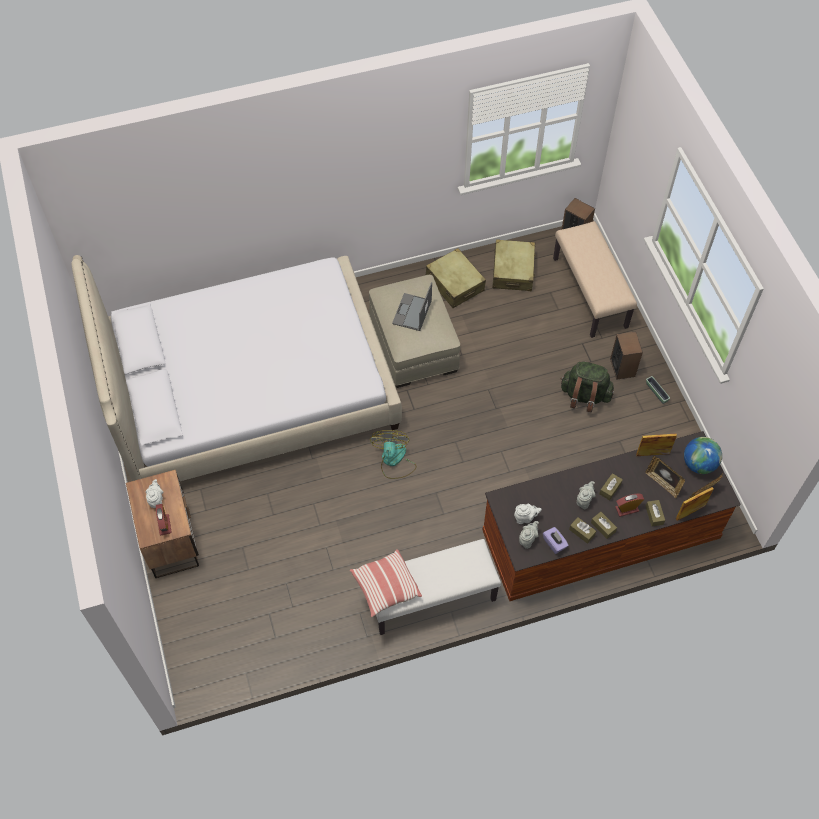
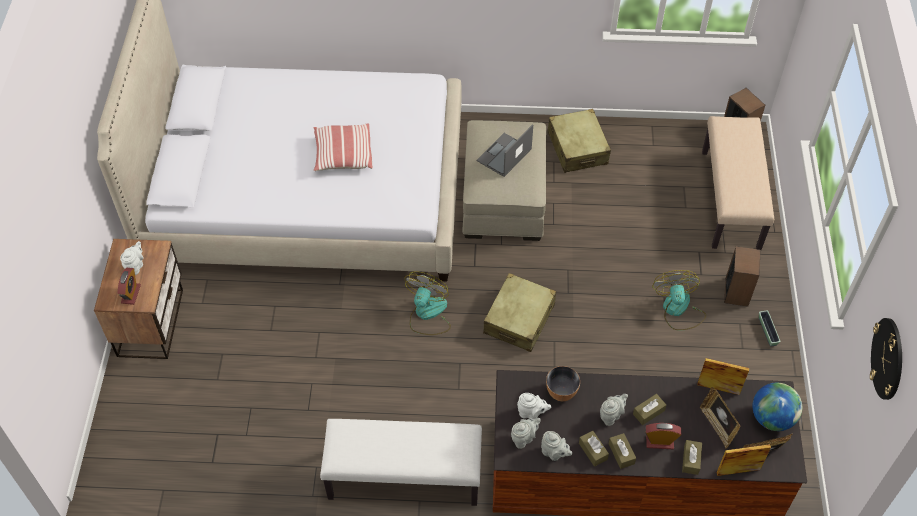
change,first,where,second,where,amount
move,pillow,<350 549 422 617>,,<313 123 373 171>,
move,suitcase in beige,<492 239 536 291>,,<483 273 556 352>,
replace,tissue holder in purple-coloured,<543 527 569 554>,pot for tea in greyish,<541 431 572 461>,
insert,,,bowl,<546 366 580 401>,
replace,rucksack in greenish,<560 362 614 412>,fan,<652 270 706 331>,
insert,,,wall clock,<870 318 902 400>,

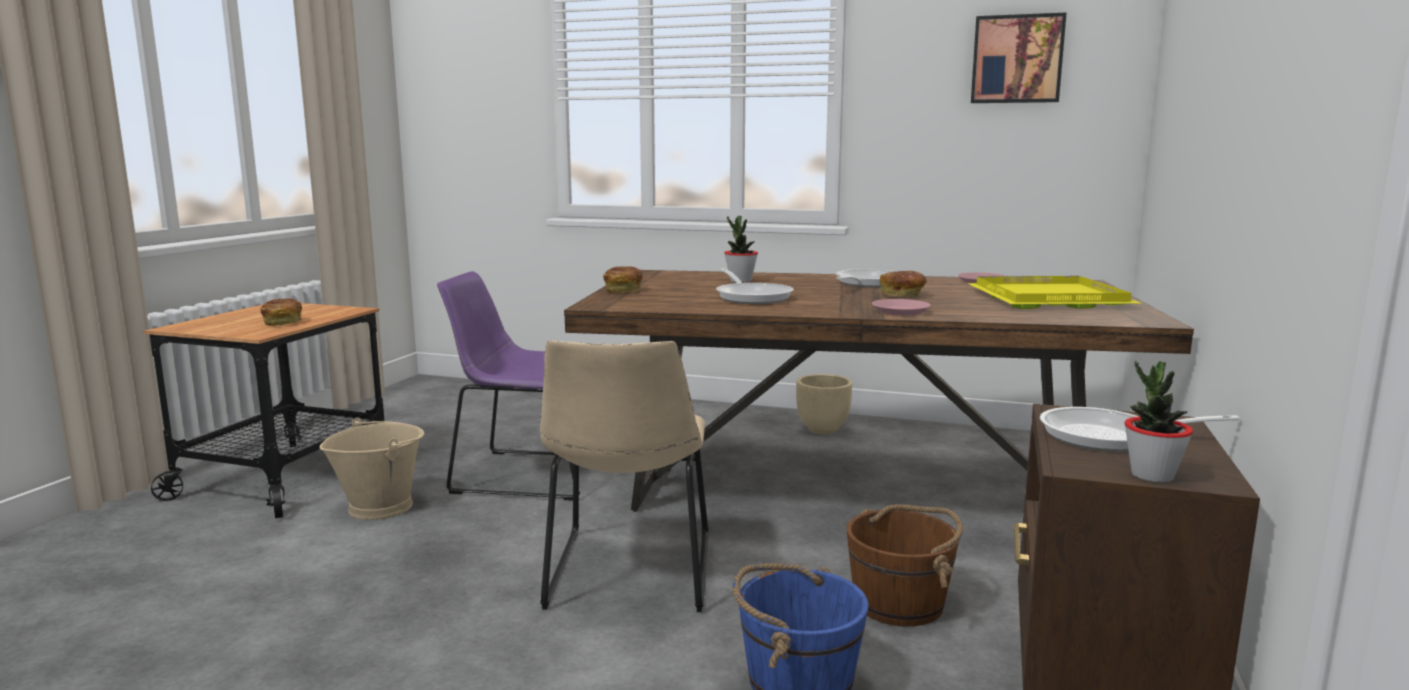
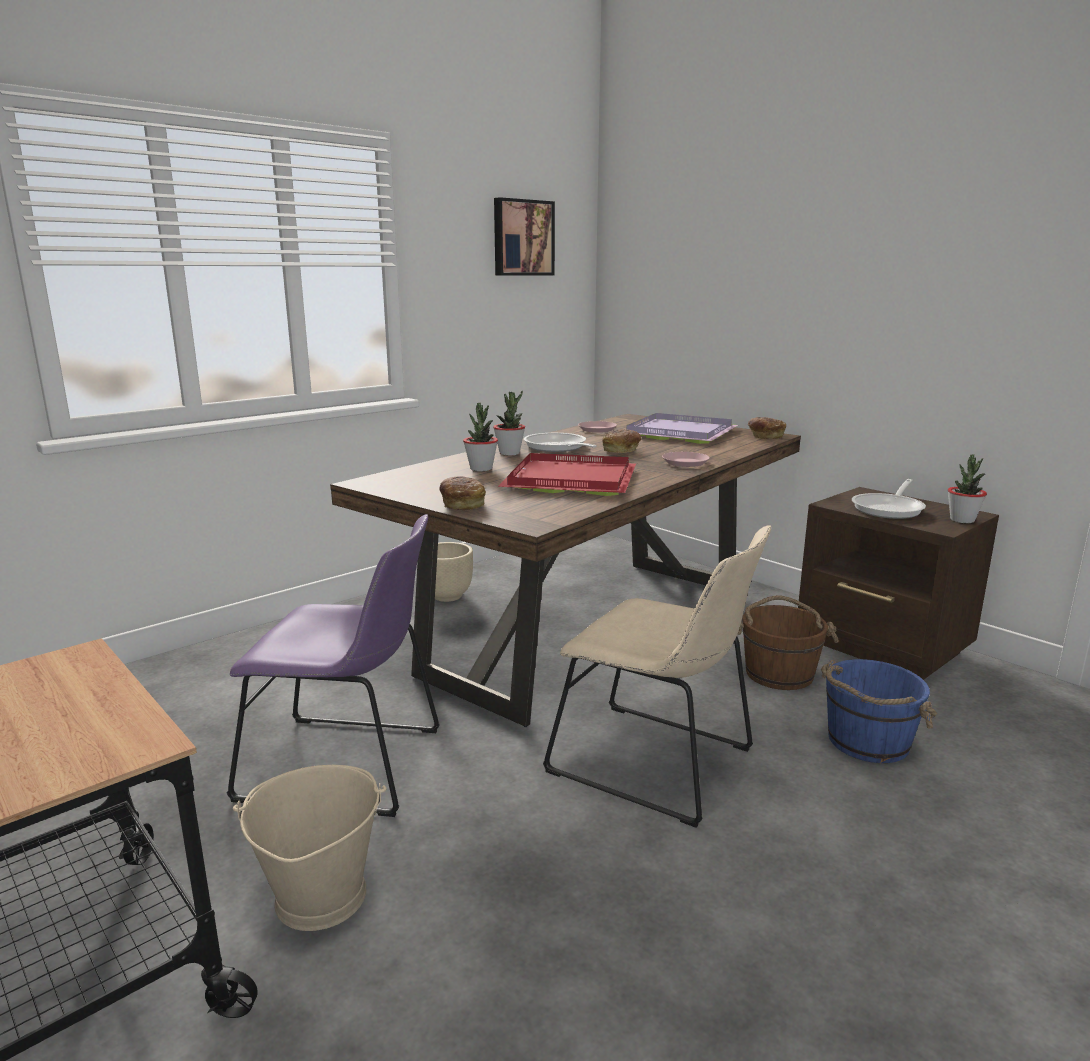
change,first,where,second,where,amount
rotate,plain chair in purple-coloured,<437 271 580 501>,,<227 514 440 817>,120 degrees counterclockwise
insert,,,plant in a pot,<493 391 525 456>,
replace,pan,<716 268 794 304>,tray in reddish,<498 453 636 496>,
recolor,tray in yellow,<967 276 1141 309>,tray in purple-coloured,<626 413 738 444>,
move,bread,<260 299 302 326>,,<748 417 786 439>,

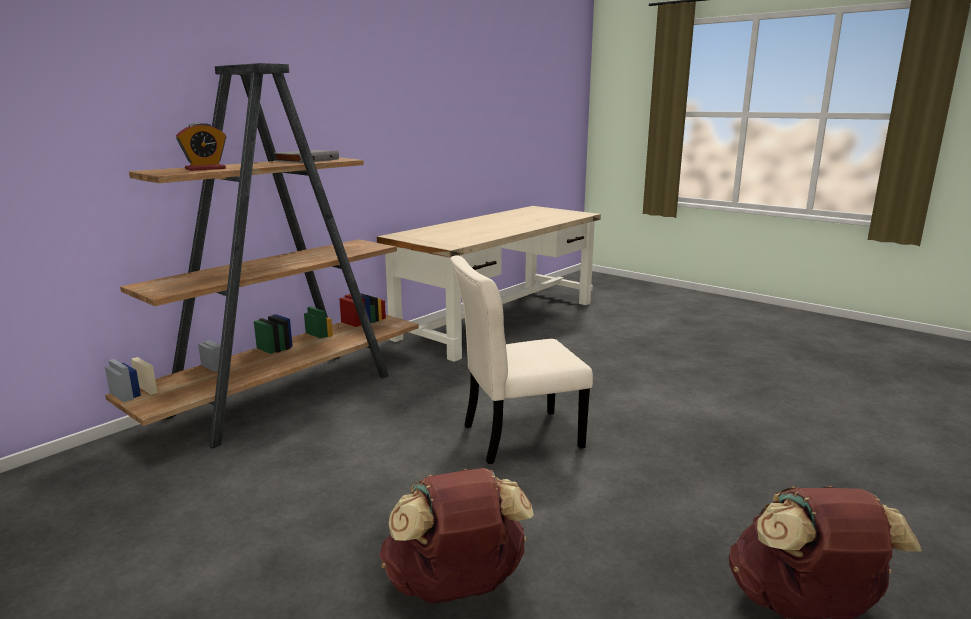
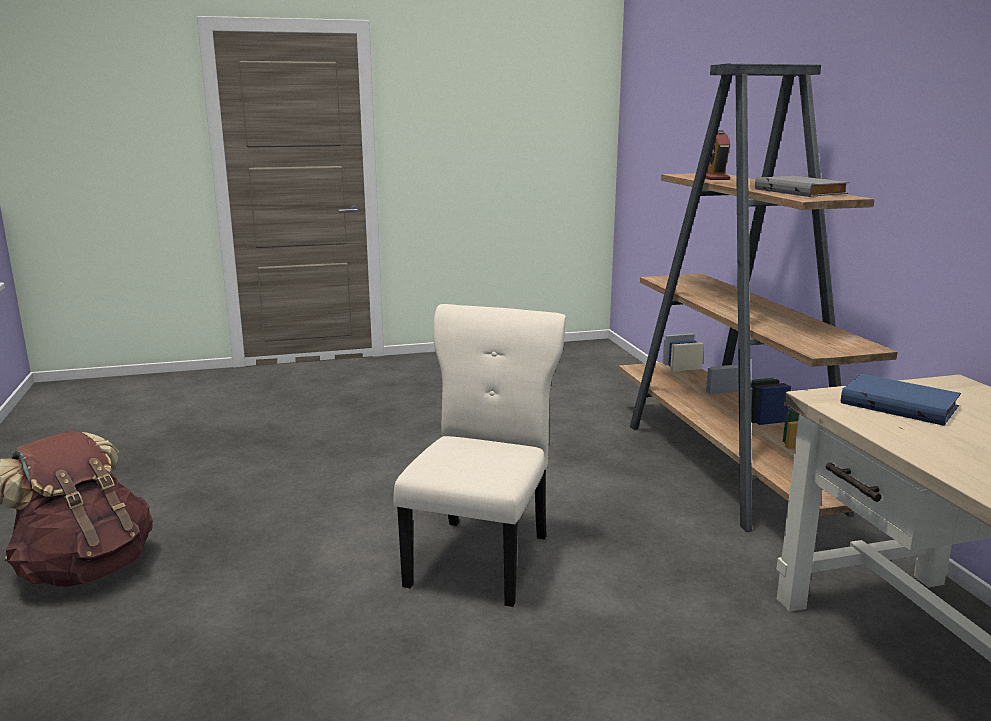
change,first,where,second,where,amount
insert,,,book in blue,<841 374 961 426>,
delete,rucksack in brown,<380 468 534 604>,,,

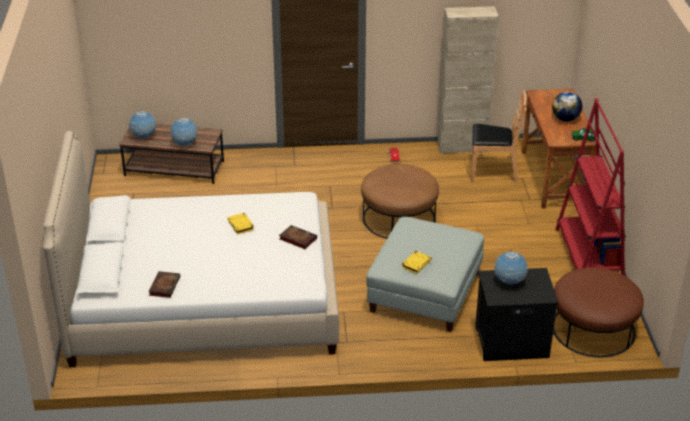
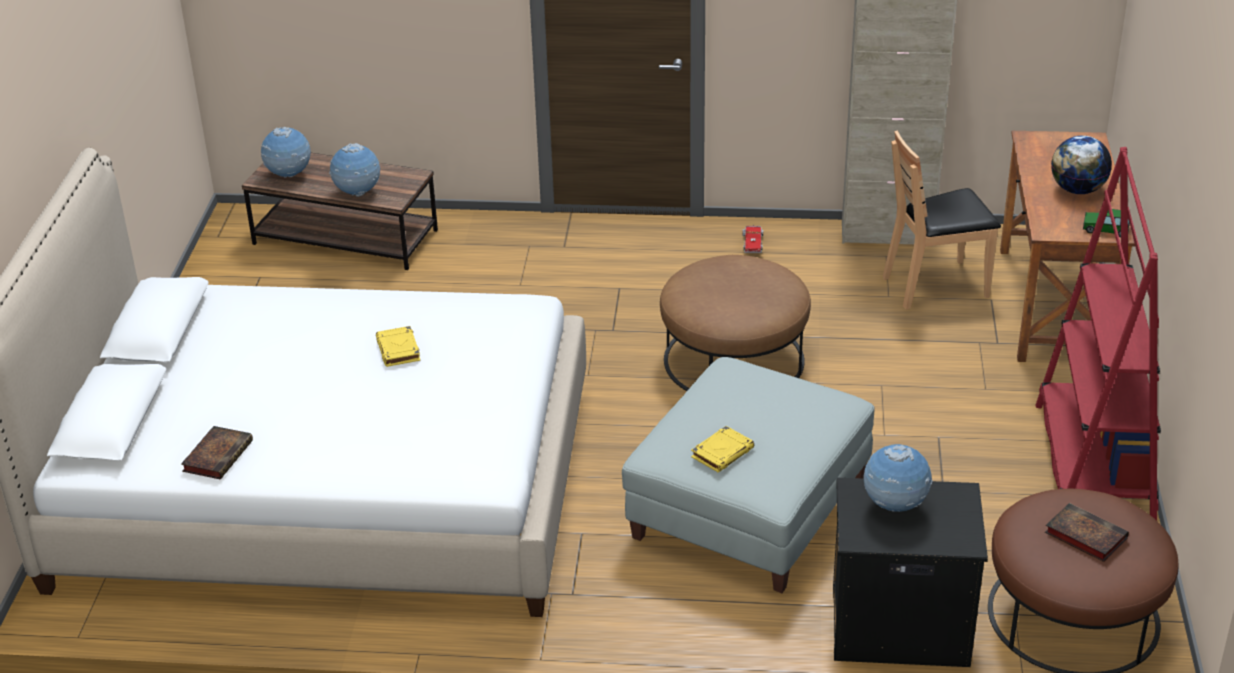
change,first,where,second,where,amount
rotate,plain chair in brown,<471 90 527 183>,,<883 131 1001 310>,150 degrees clockwise
move,book,<279 225 317 249>,,<1045 503 1129 562>,

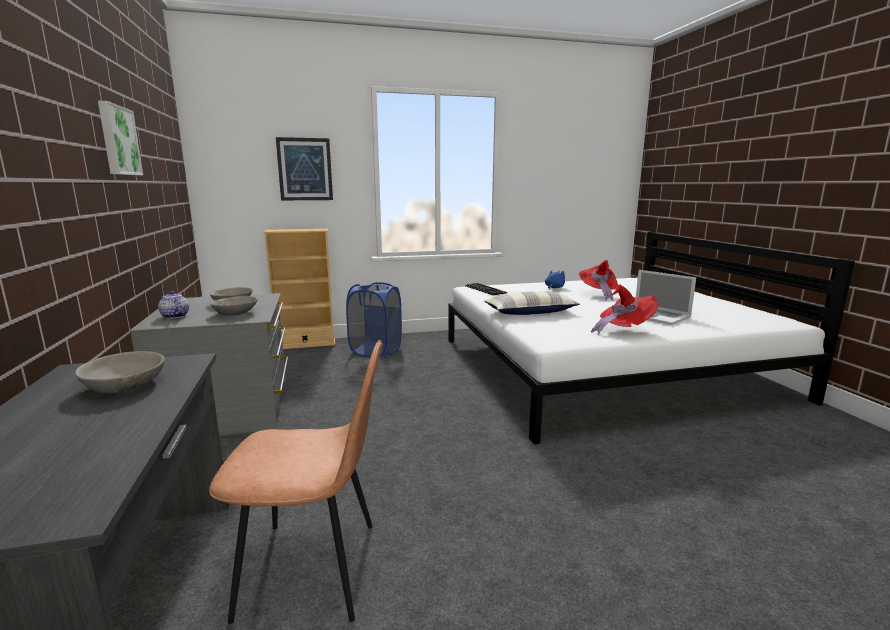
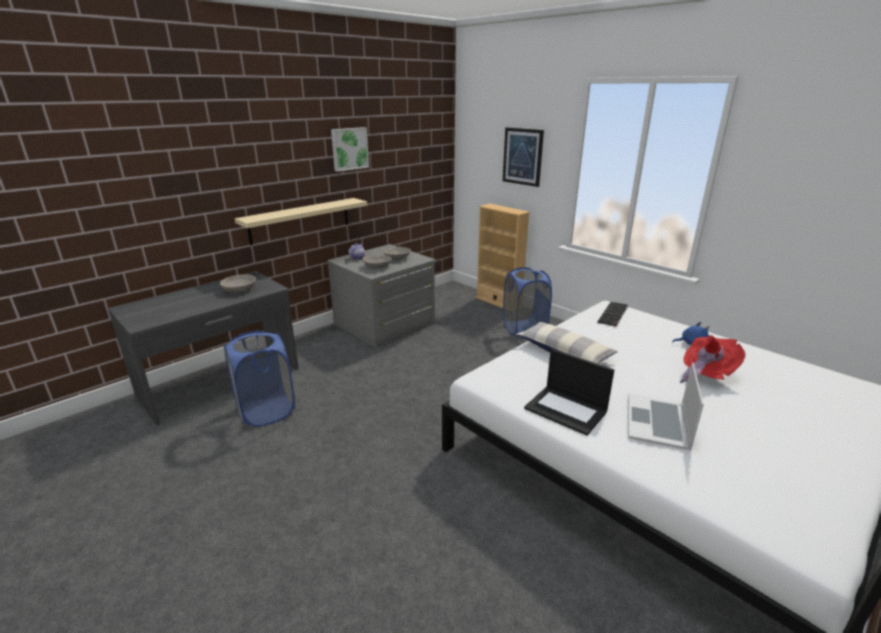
change,first,where,second,where,amount
replace,plain chair in brown,<209 340 382 624>,laundry basket in blue,<224 330 295 427>,
insert,,,shelf in beige,<235 198 367 245>,
replace,clothing hat in reddish,<591 284 658 335>,laptop,<524 349 614 436>,

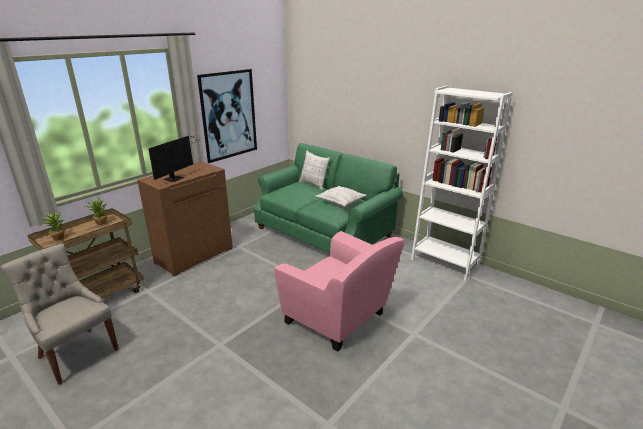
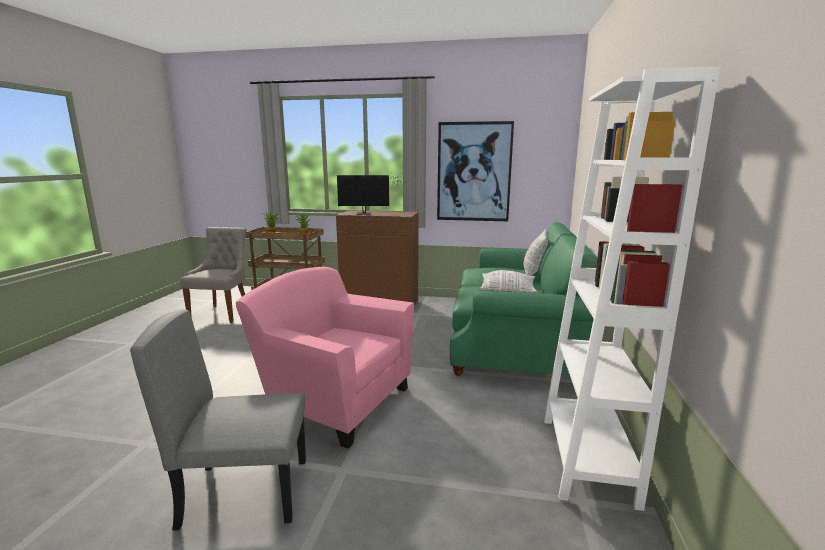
change,first,where,second,where,amount
insert,,,plain chair in greyish,<130 309 306 530>,
rotate,lounge chair in pink,<274 231 404 352>,,<236 267 414 448>,105 degrees clockwise

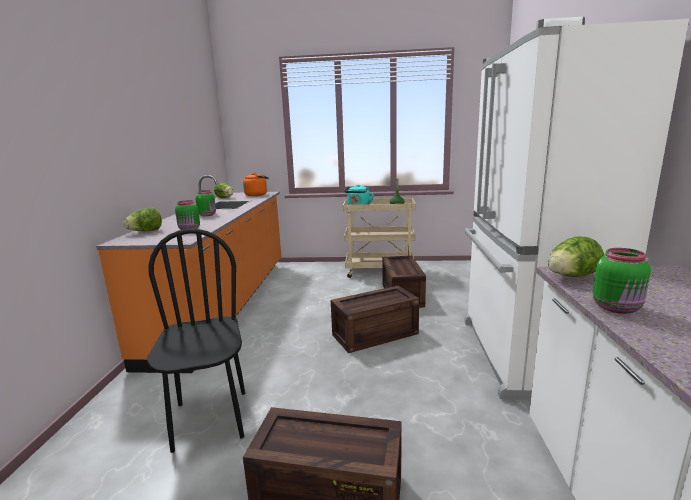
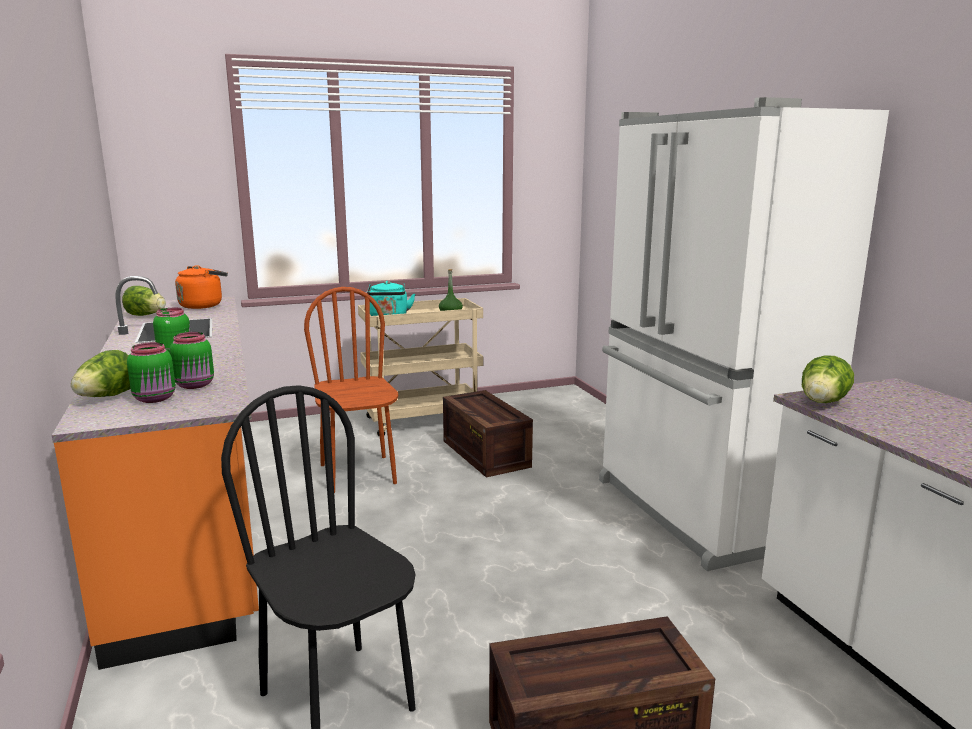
change,first,where,second,where,amount
move,storage jar in greenish,<593 248 651 314>,,<127 342 176 403>,
insert,,,plain chair in brown,<304 287 398 493>,
delete,shipping crate,<331 286 419 353>,,,

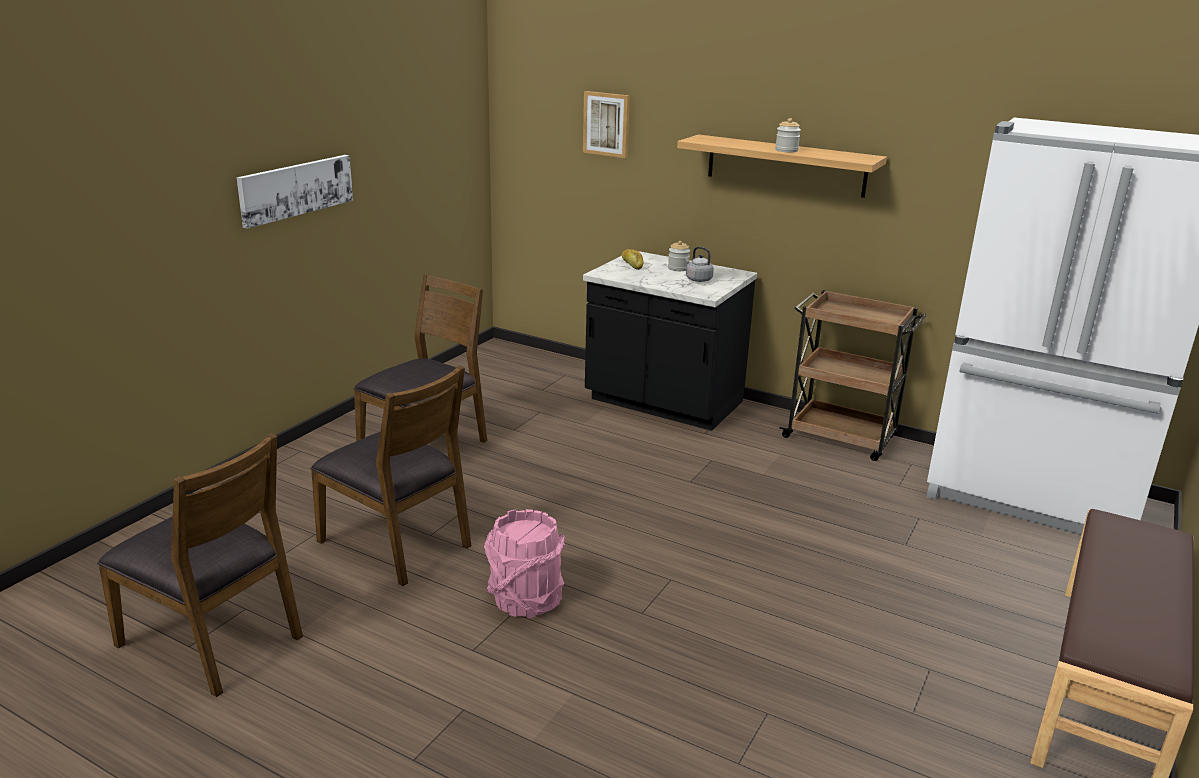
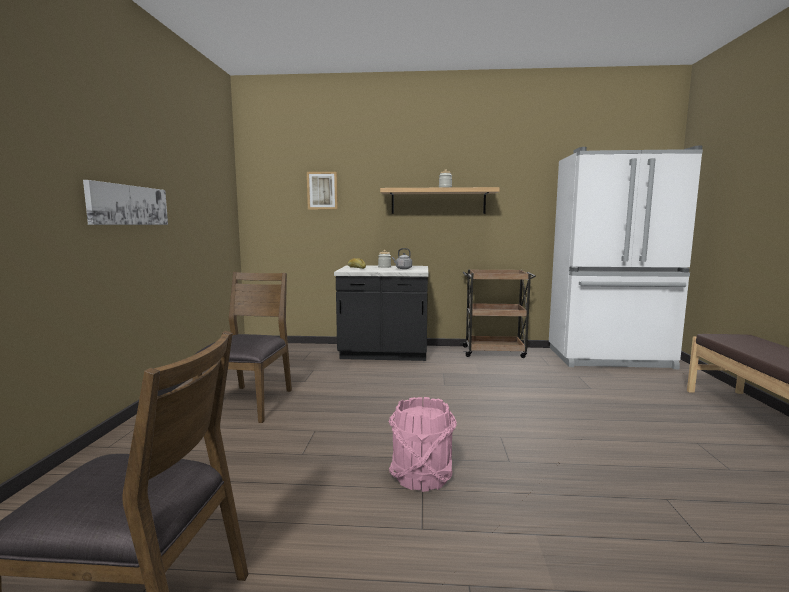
change,first,where,second,where,amount
delete,plain chair in brown,<310 365 472 586>,,,

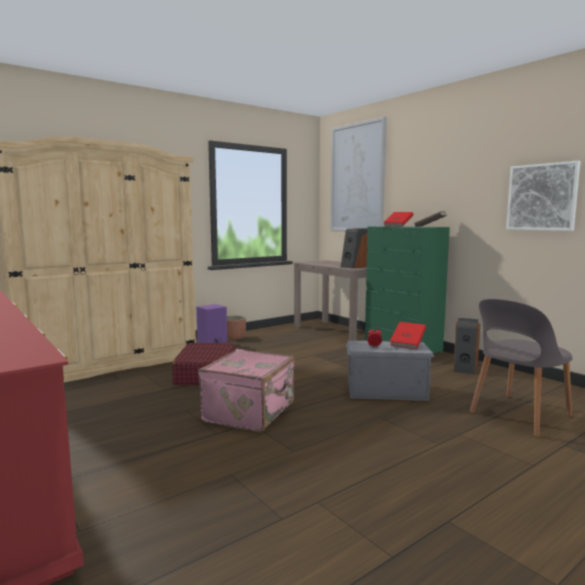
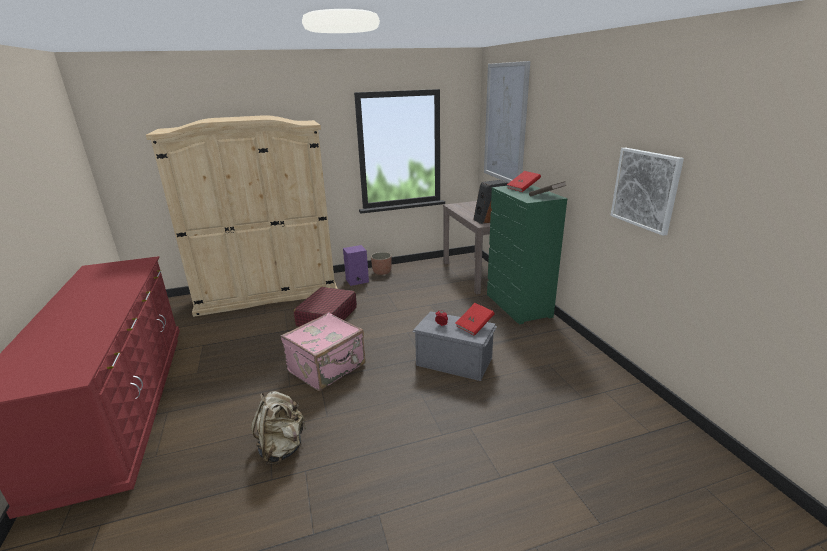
change,first,where,second,where,amount
insert,,,rucksack in beige,<251 391 306 465>,
delete,speaker,<453 318 480 374>,,,
delete,plain chair in greyish,<470 299 572 437>,,,

